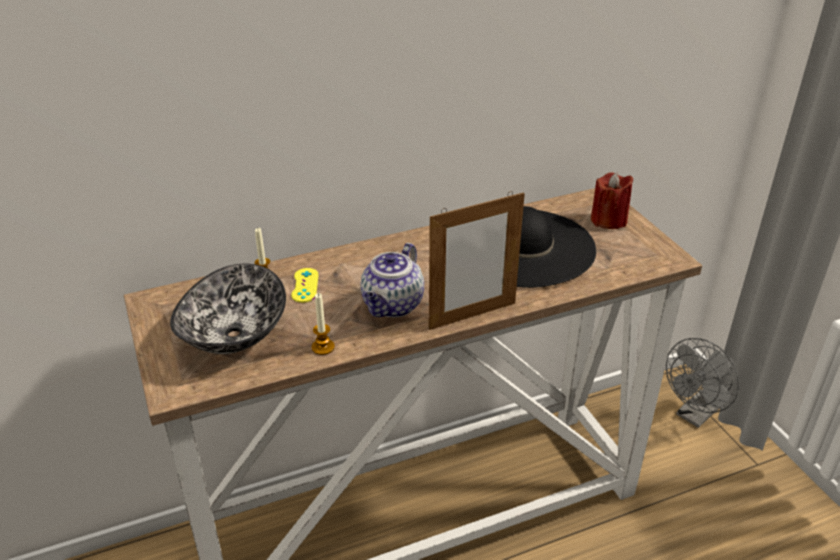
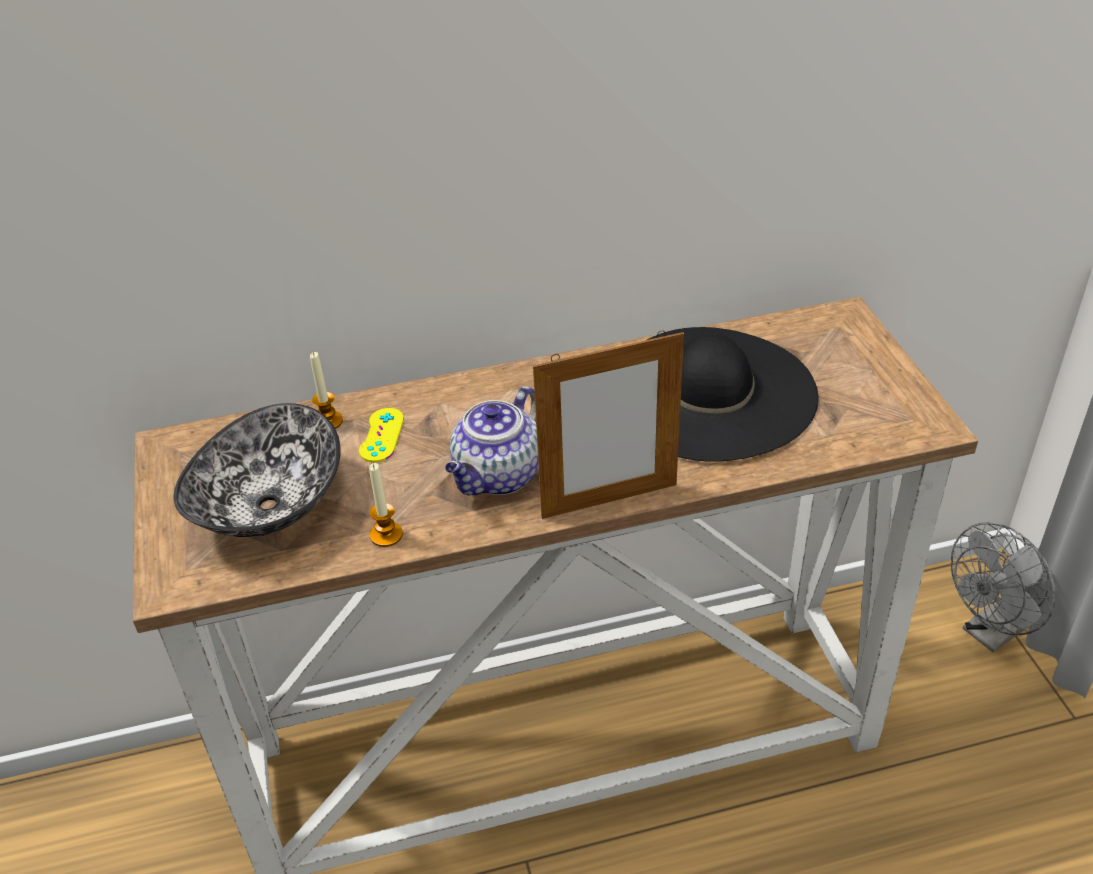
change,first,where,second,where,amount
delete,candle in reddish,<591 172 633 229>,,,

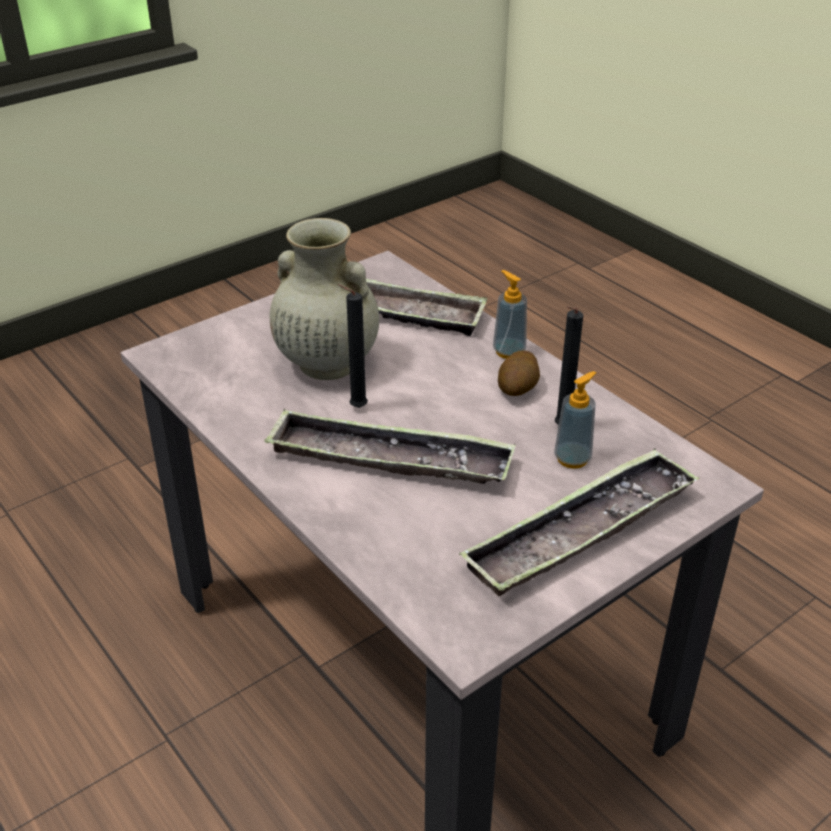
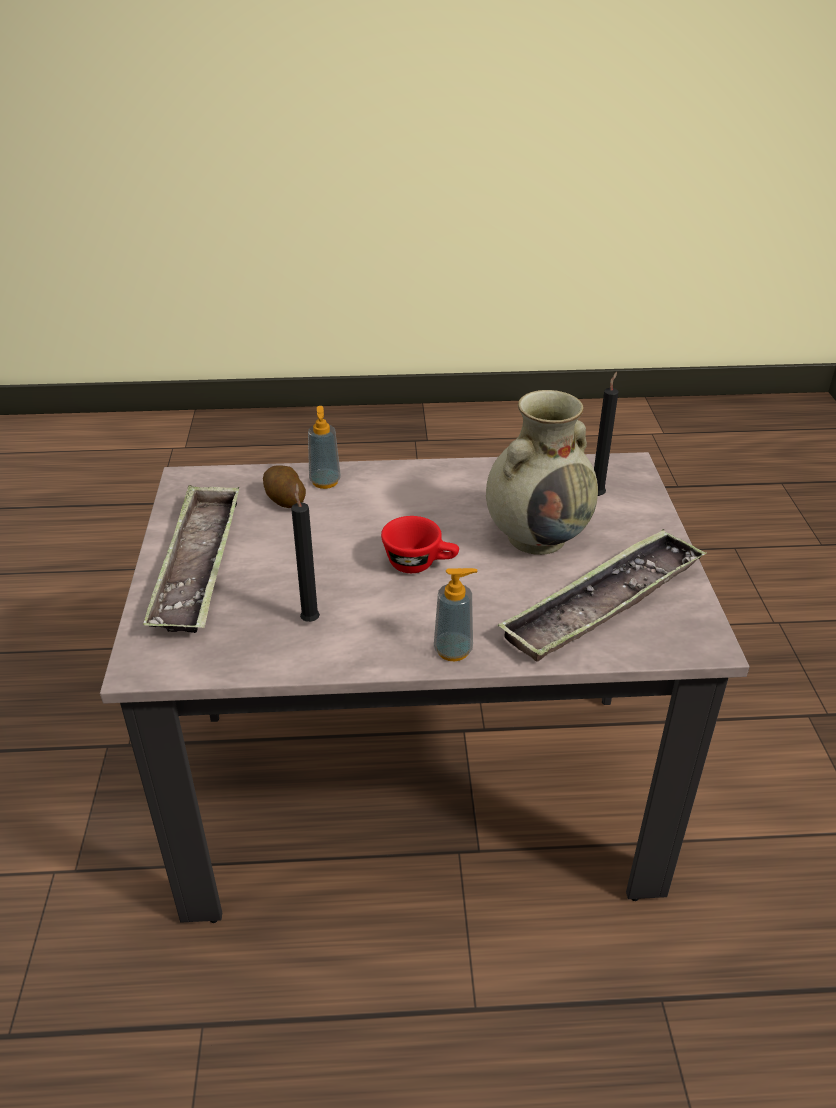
change,first,where,second,where,amount
move,spud,<498 350 540 396>,,<263 465 306 508>,
move,soap dispenser,<554 371 596 469>,,<308 406 341 489>,
insert,,,cup in reddish,<381 516 459 573>,
move,candle in black-coloured,<337 284 368 408>,,<594 372 619 496>,
delete,tray,<264 409 516 484>,,,

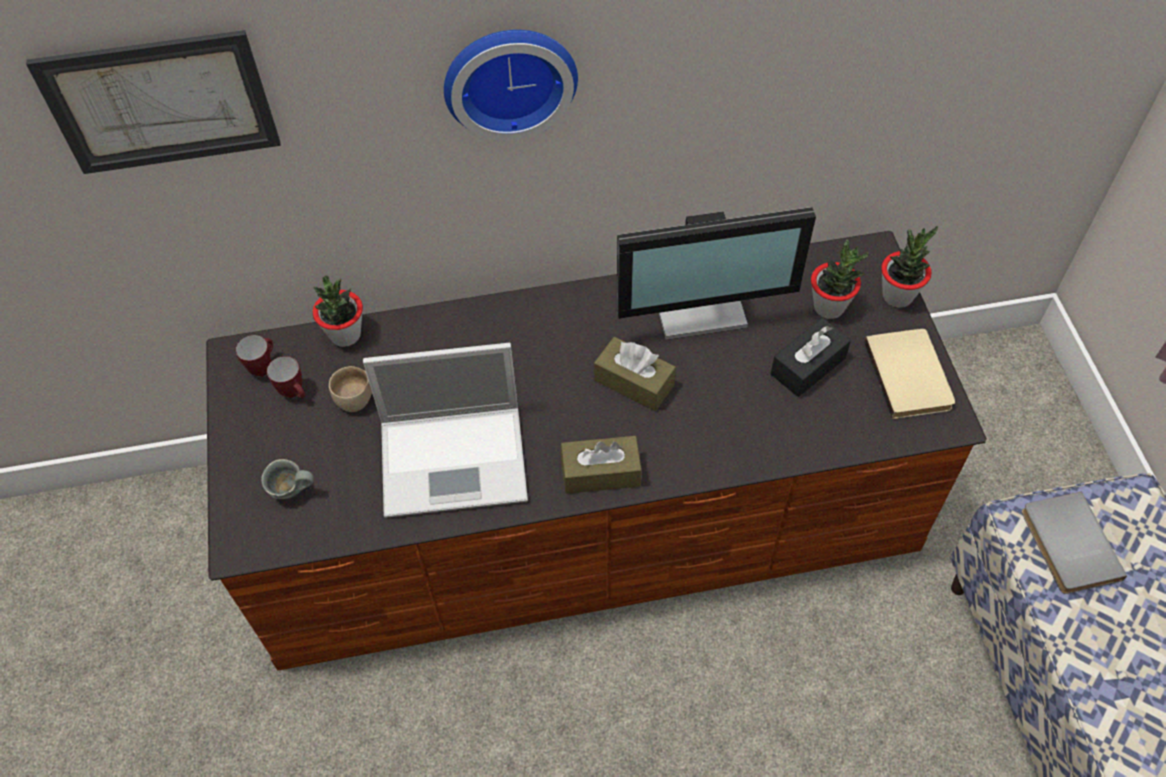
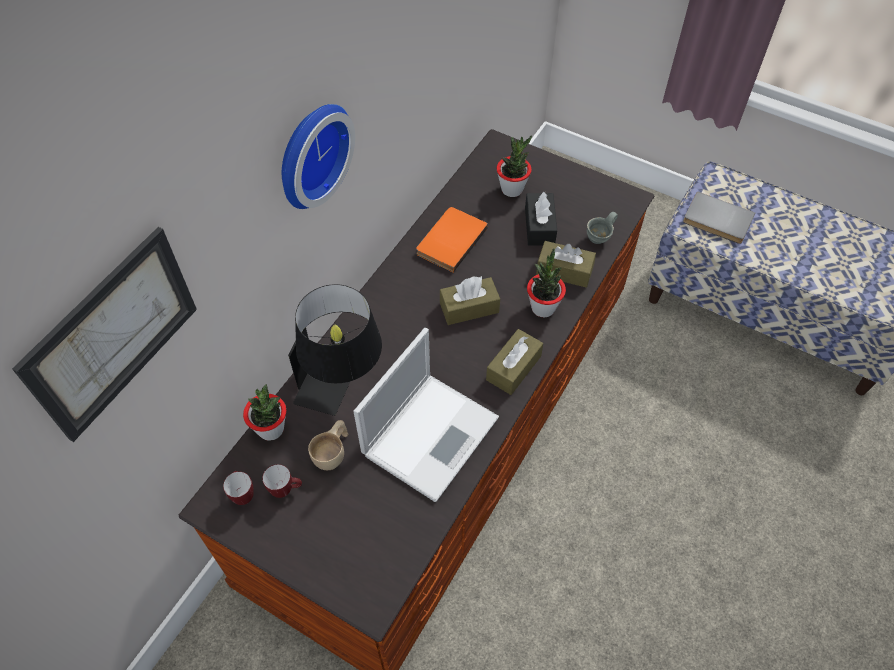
change,first,where,second,where,amount
insert,,,table lamp in black-coloured,<288 284 382 416>,
replace,computer display,<617 207 816 340>,book in orangey,<416 207 488 273>,
move,plant in a pot,<881 226 938 308>,,<527 248 566 318>,
insert,,,tissue holder in brown,<536 241 596 288>,
move,tea mug in greyish,<261 459 314 499>,,<587 212 618 244>,
delete,book in beige,<864 328 955 419>,,,

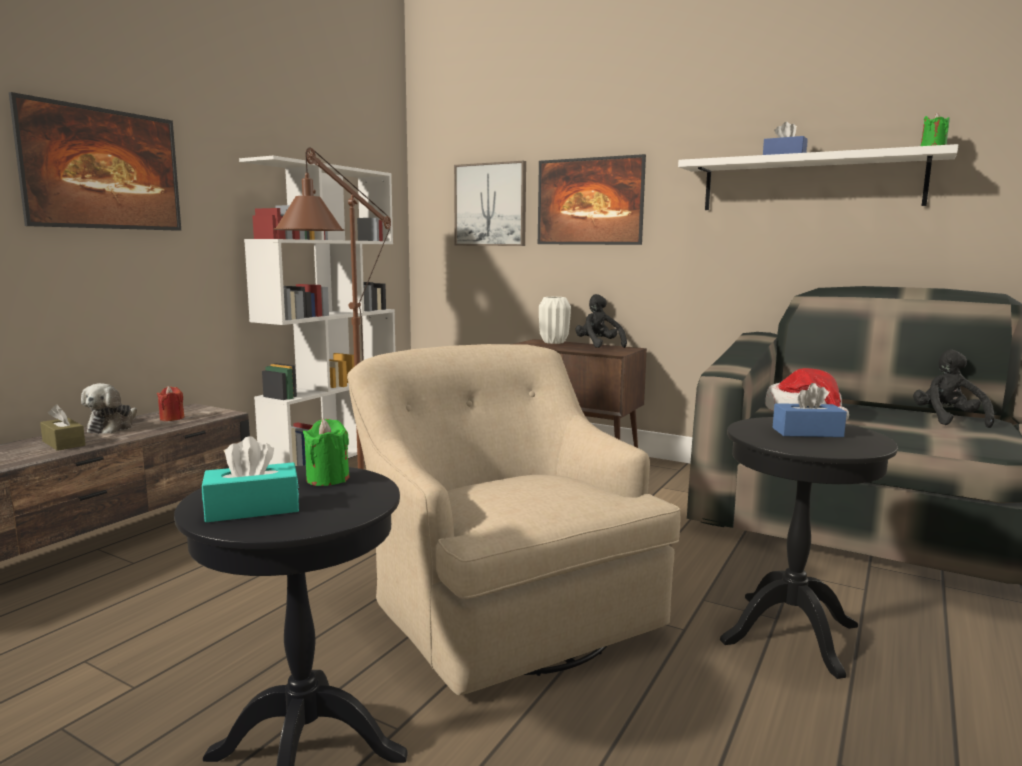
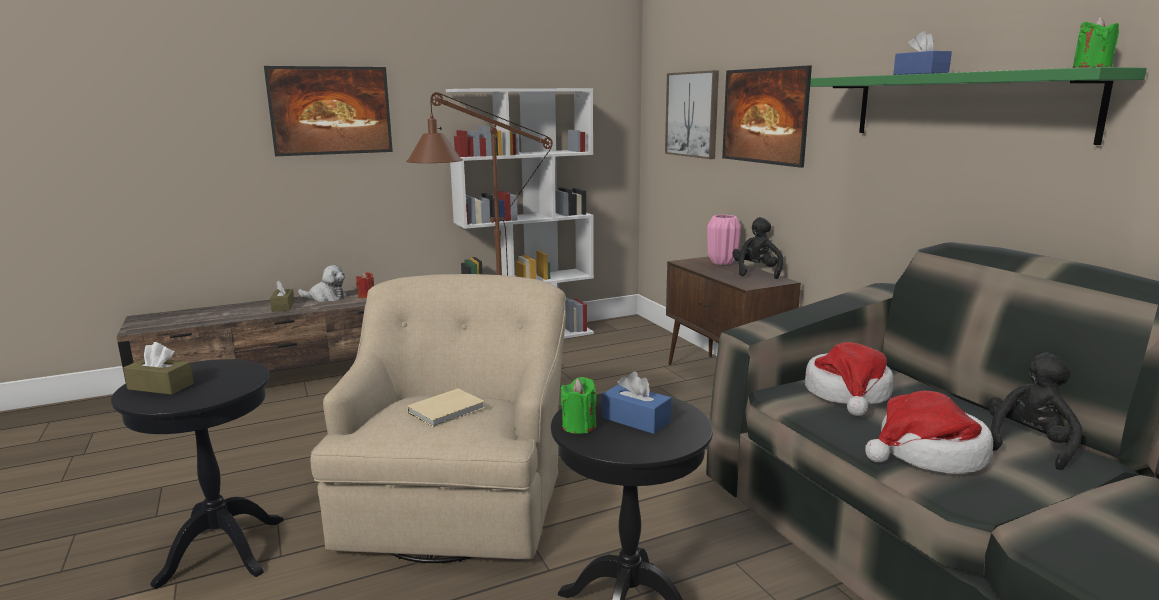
change,first,where,second,where,amount
recolor,tissue holder in blue-green,<202 436 299 522>,tissue holder in brown,<123 342 194 395>,
rotate,soft toy,<81 383 137 434>,,<298 265 347 302>,120 degrees counterclockwise
insert,,,book in beige,<407 388 485 428>,
move,candle in greenish,<303 419 349 486>,,<561 377 597 434>,
recolor,decorative vase in white,<539 297 571 344>,decorative vase in pink,<707 215 741 265>,
recolor,shelf in white,<678 144 958 210>,shelf in greenish,<810 67 1147 145>,
insert,,,clothing hat,<865 391 993 474>,

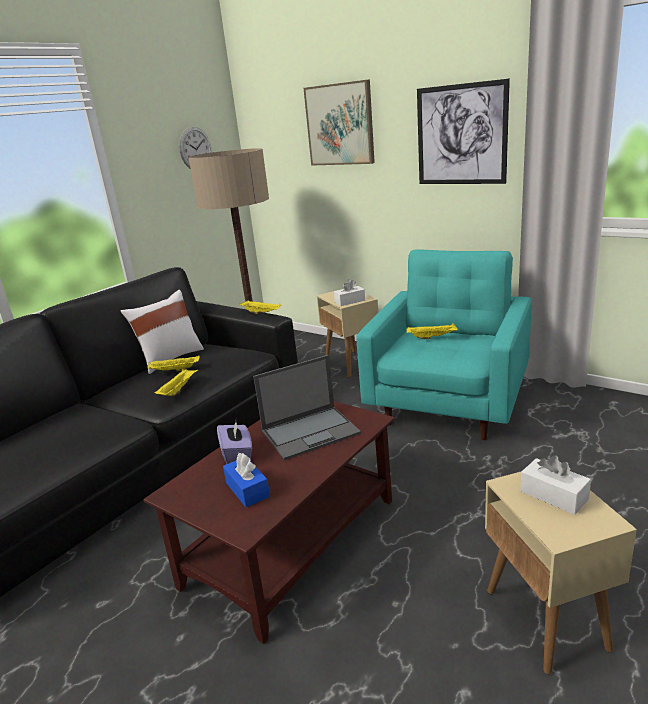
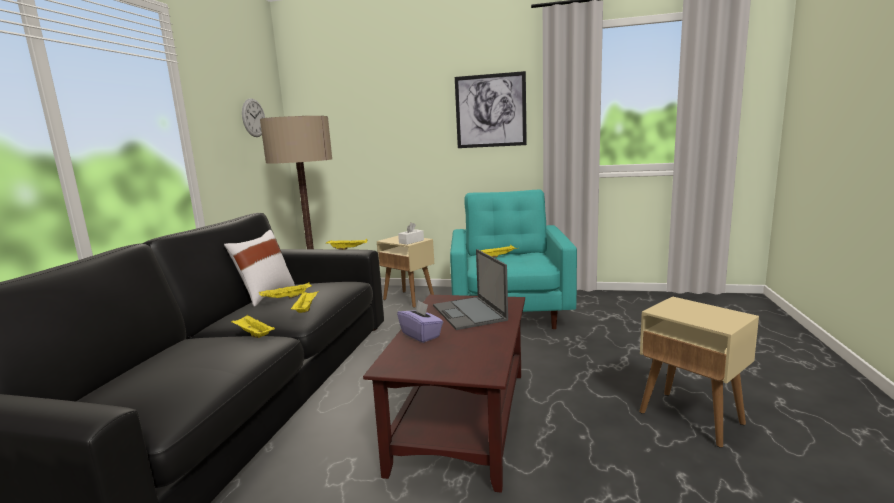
change,first,where,second,where,amount
insert,,,tray in yellow,<231 315 275 338>,
rotate,laptop,<253 355 361 460>,,<433 249 508 330>,120 degrees clockwise
delete,tissue holder in blue,<223 453 270 508>,,,
delete,wall picture,<304 80 375 166>,,,
delete,tissue holder in white,<520 455 591 515>,,,

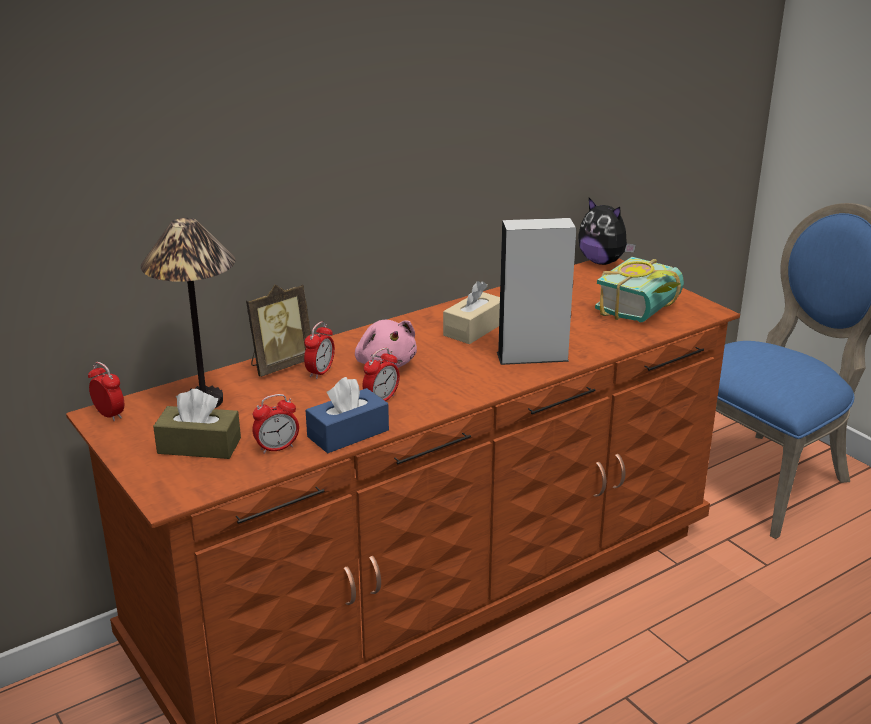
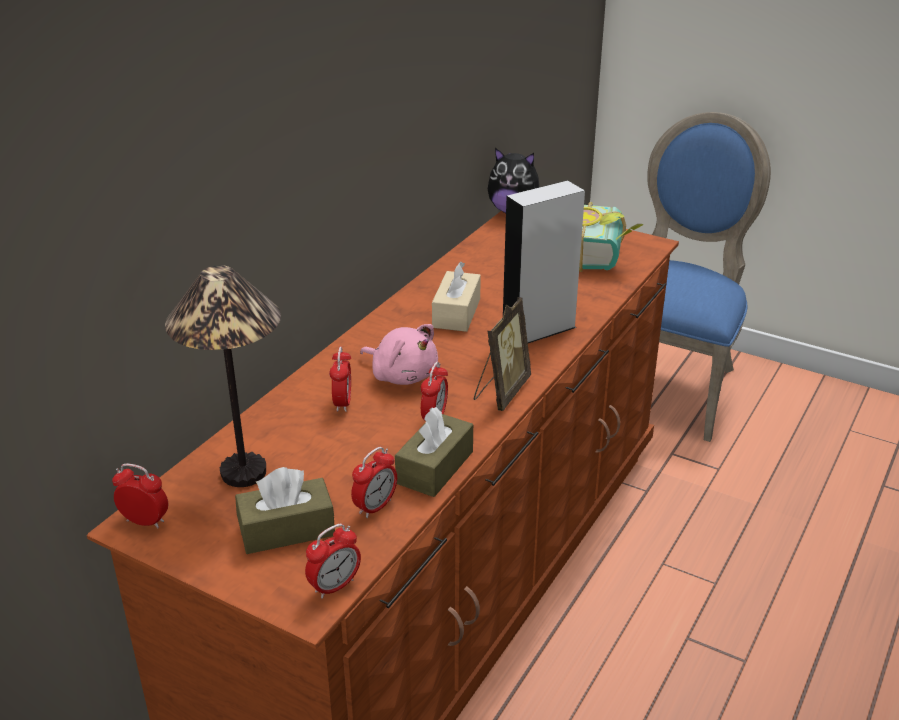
change,first,where,second,where,amount
insert,,,table clock,<305 524 361 599>,
recolor,tissue holder in blue,<306 377 389 453>,tissue holder in brown,<395 407 473 497>,
move,standing frame,<246 284 311 377>,,<474 297 531 411>,

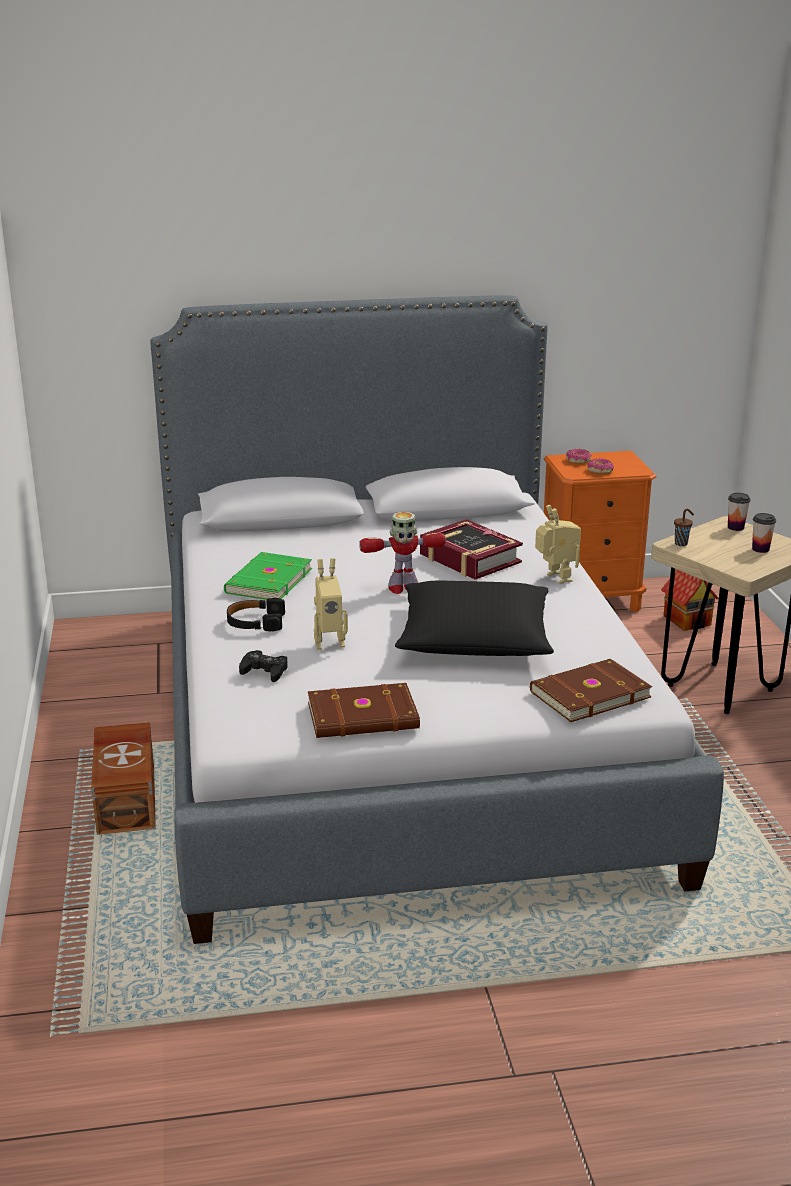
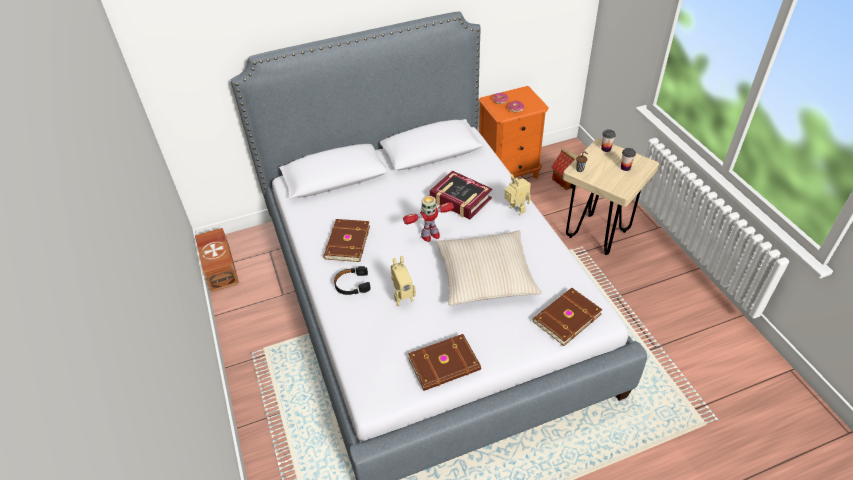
change,first,where,second,where,amount
move,storage box in brown,<91 722 156 835>,,<195 228 239 292>,
recolor,book in greenish,<224 552 312 600>,book in brown,<323 219 370 262>,
recolor,pillow in black-coloured,<395 581 554 656>,pillow in beige,<436 231 542 305>,
delete,joypad in black-coloured,<239 650 288 682>,,,

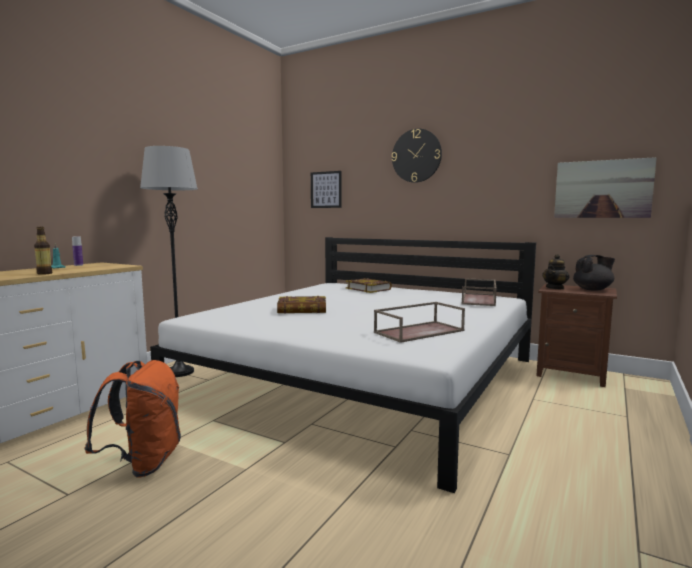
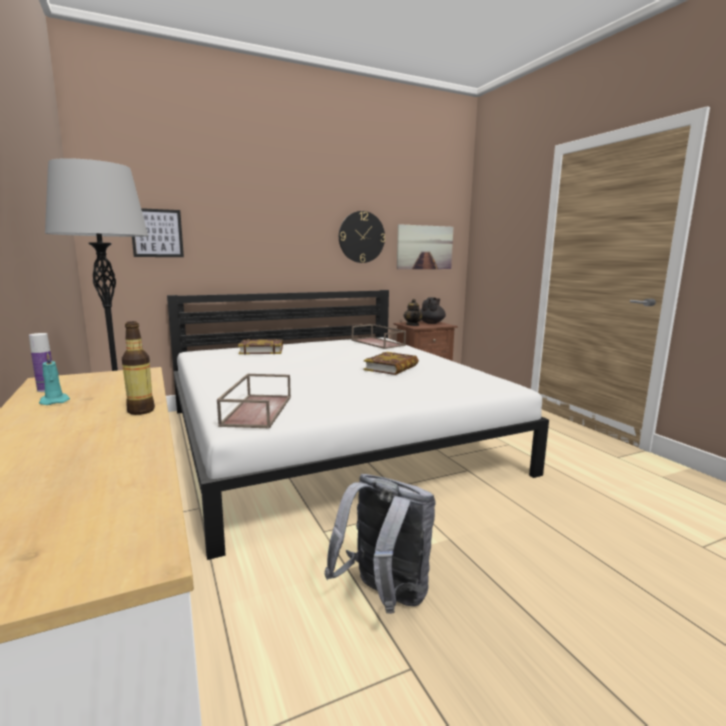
change,first,where,second,where,amount
move,tray in brown,<374 302 465 343>,,<217 374 291 429>,
recolor,rucksack in orangey,<84 360 181 477>,rucksack in greyish,<324 474 436 614>,
move,wall clock,<392 129 442 183>,,<339 211 385 263>,
move,book,<277 296 326 314>,,<364 352 419 375>,

